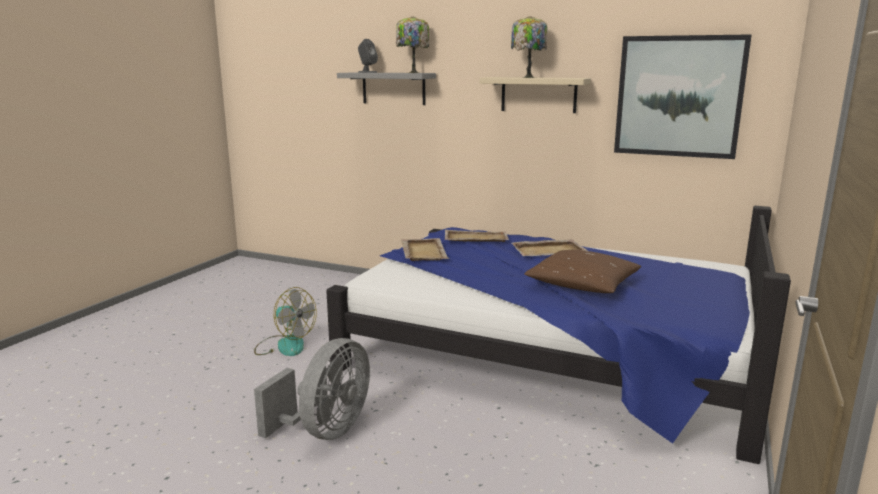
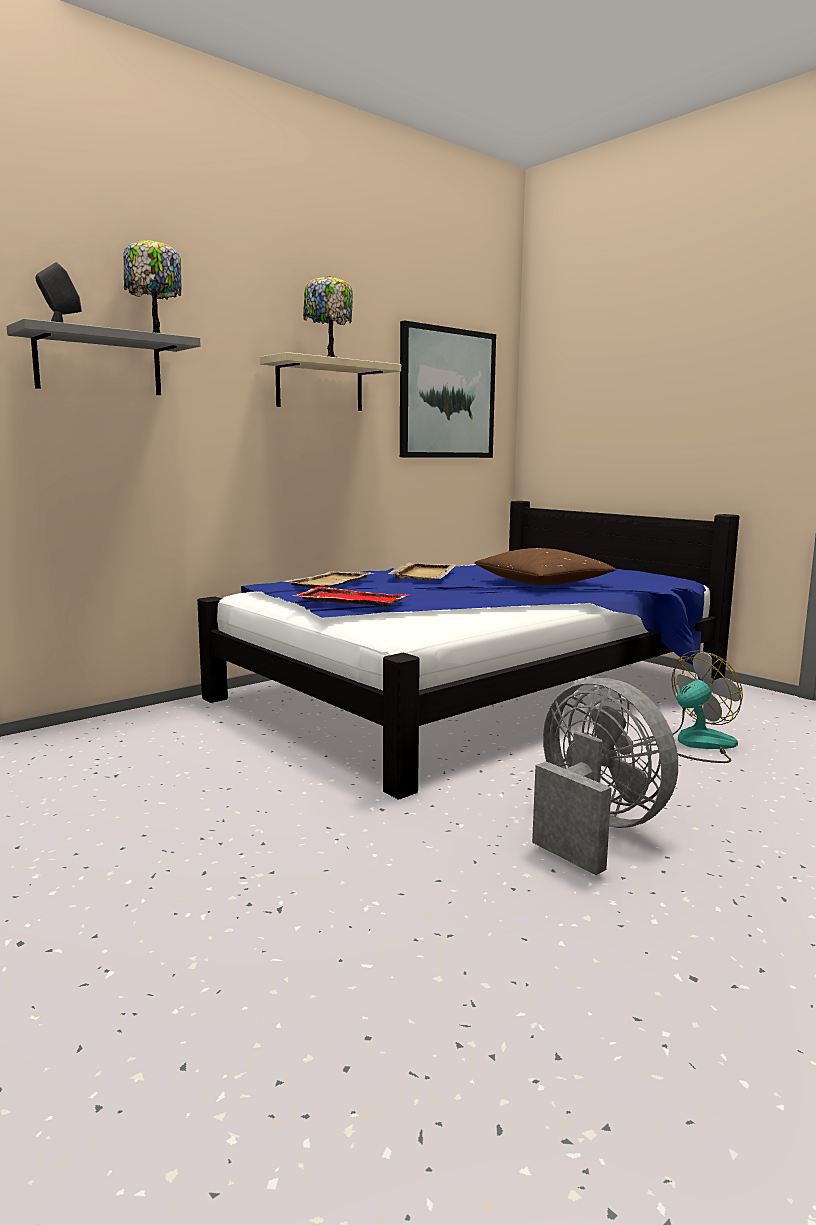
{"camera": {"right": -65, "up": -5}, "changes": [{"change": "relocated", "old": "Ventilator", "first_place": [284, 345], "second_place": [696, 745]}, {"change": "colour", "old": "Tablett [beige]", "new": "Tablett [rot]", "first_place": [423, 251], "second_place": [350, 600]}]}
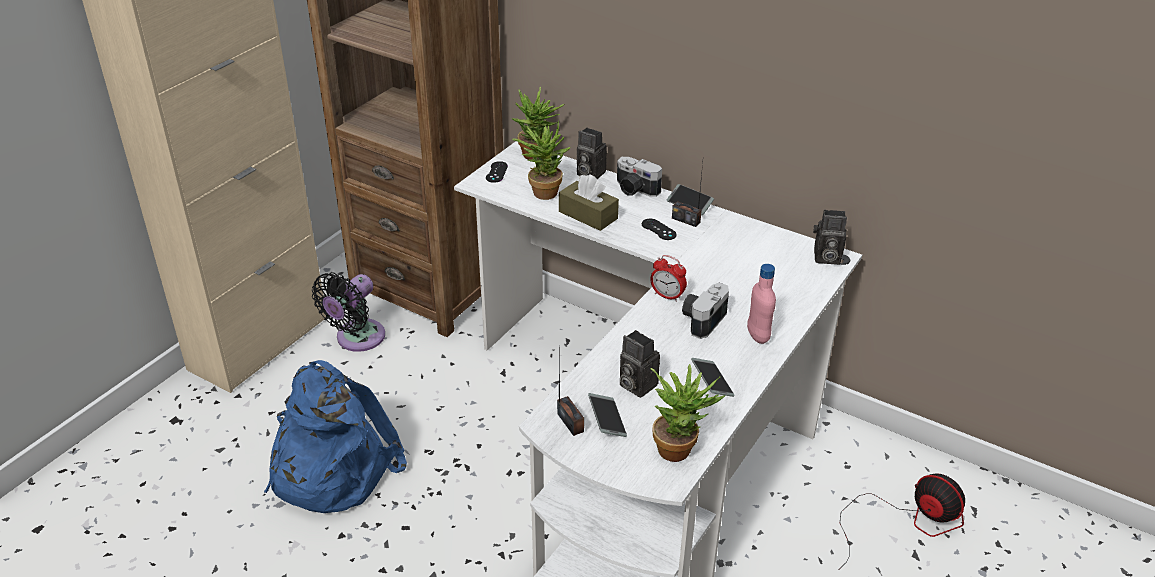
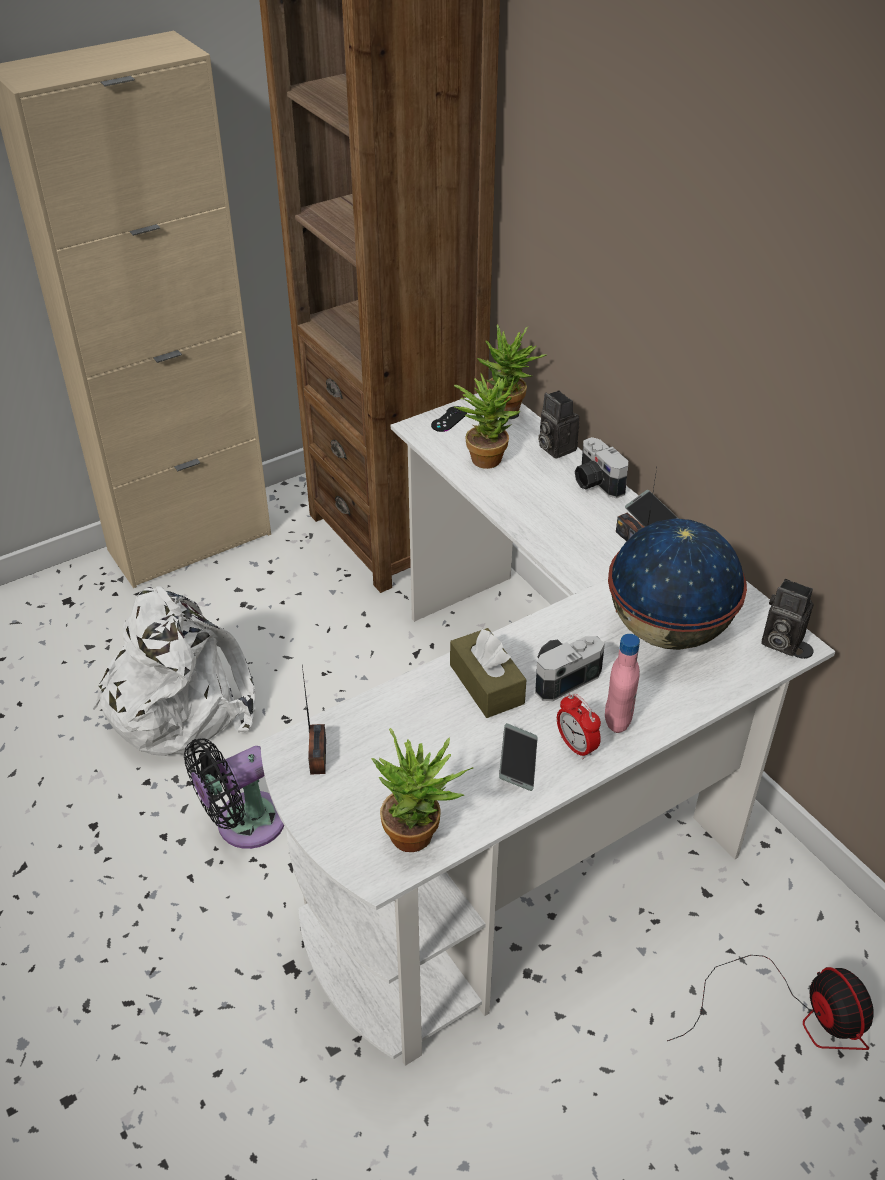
{"camera": {"right": 25, "up": 5}, "changes": [{"change": "missing", "old": "Handy", "first_place": [607, 419]}, {"change": "missing", "old": "Kamera", "first_place": [635, 385]}, {"change": "missing", "old": "Gamepad [schwarz]", "first_place": [658, 229]}, {"change": "appeared", "new": "Globus", "second_place": [668, 631]}, {"change": "relocated", "old": "Ventilator [schwarz]", "first_place": [357, 339], "second_place": [243, 824]}, {"change": "relocated", "old": "Taschentuchbox [braun]", "first_place": [588, 215], "second_place": [486, 684]}, {"change": "relocated", "old": "Wecker", "first_place": [667, 296], "second_place": [576, 746]}, {"change": "colour", "old": "Rucksack [blau]", "new": "Rucksack [weiß]", "first_place": [330, 467], "second_place": [180, 702]}]}
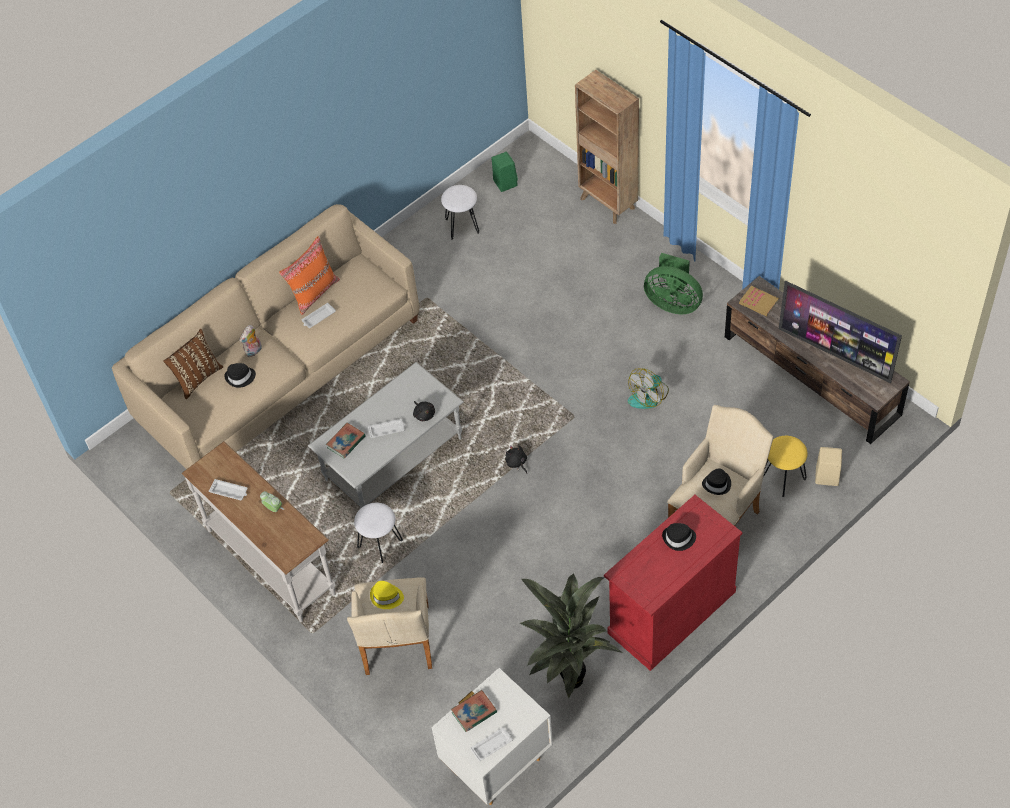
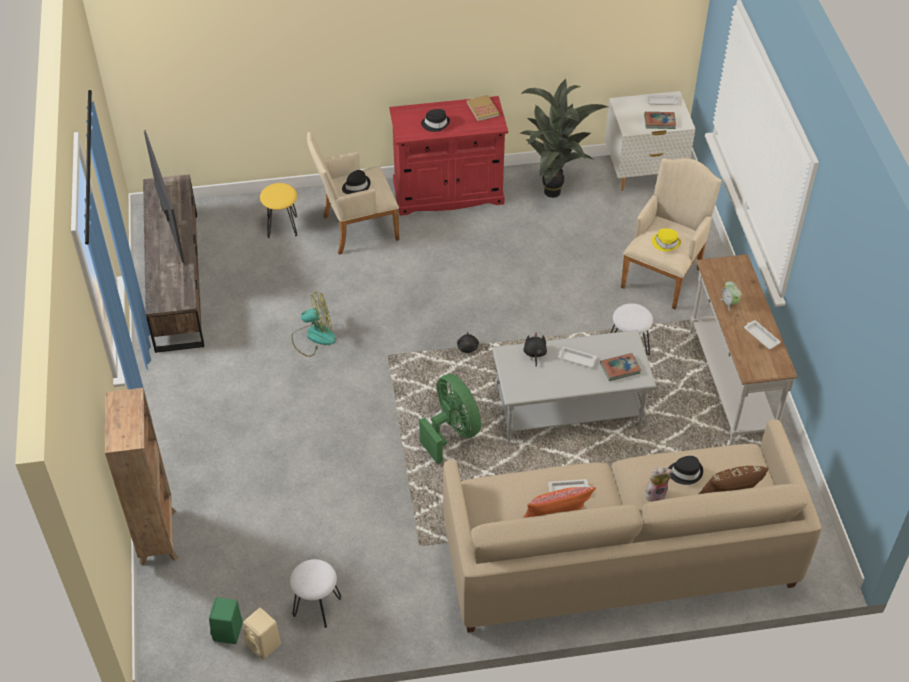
{"camera": {"right": -150, "up": -5}, "changes": [{"change": "relocated", "old": "Ventilator [grün]", "first_place": [673, 303], "second_place": [452, 432]}, {"change": "relocated", "old": "Buch", "first_place": [758, 302], "second_place": [483, 109]}, {"change": "relocated", "old": "Lautsprecher [beige]", "first_place": [826, 477], "second_place": [264, 645]}]}
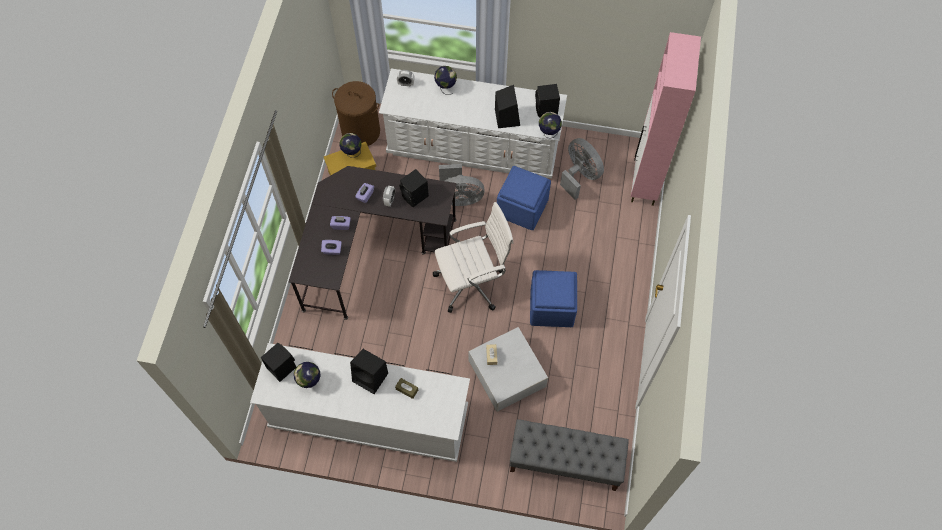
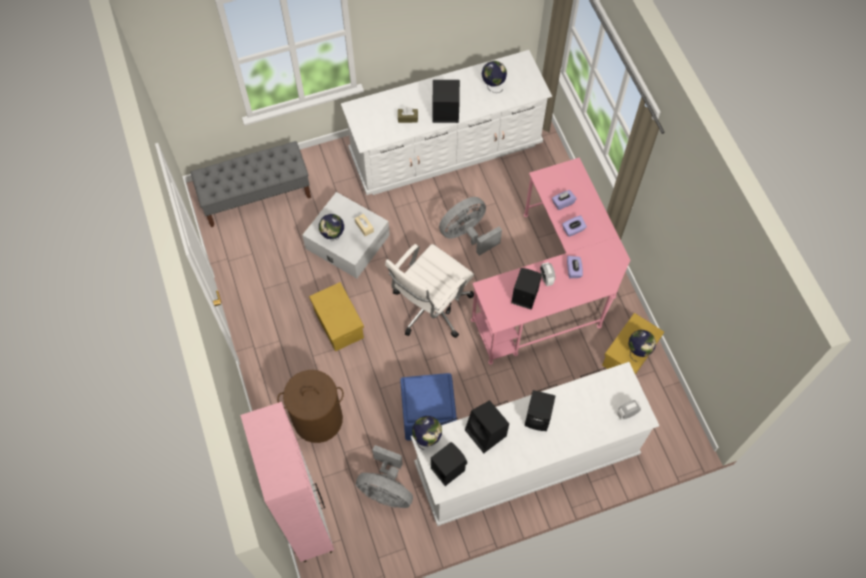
{"camera": {"right": 150, "up": 0}, "changes": [{"change": "relocated", "old": "Lautsprecher [schwarz]", "first_place": [281, 367], "second_place": [539, 417]}, {"change": "relocated", "old": "Wäschekorb [braun]", "first_place": [361, 131], "second_place": [317, 419]}, {"change": "relocated", "old": "Globus", "first_place": [446, 87], "second_place": [333, 236]}, {"change": "relocated", "old": "Ventilator [grau]", "first_place": [459, 197], "second_place": [467, 234]}, {"change": "exchanged", "old": "Polsterhocker [blau]", "new": "Aufbewahrungsbox [gelb]", "first_place": [552, 307], "second_place": [338, 323]}, {"change": "colour", "old": "Schreibtisch [schwarz]", "new": "Schreibtisch [rosa]", "first_place": [369, 249], "second_place": [552, 288]}]}
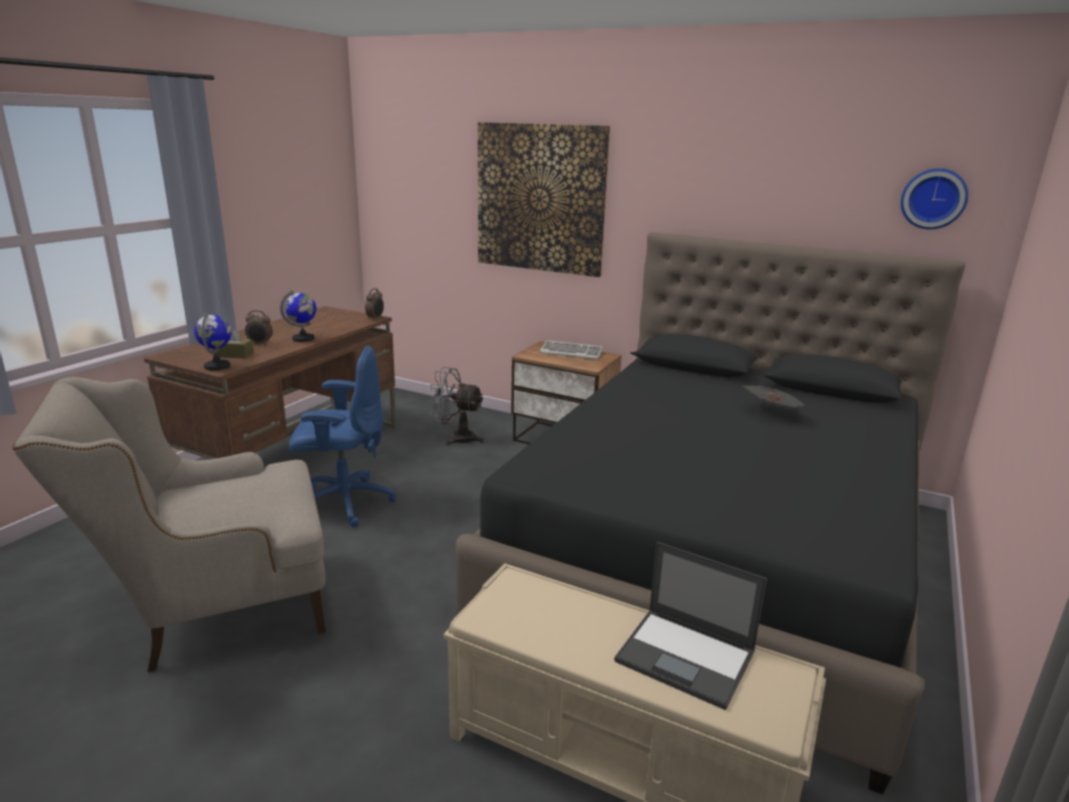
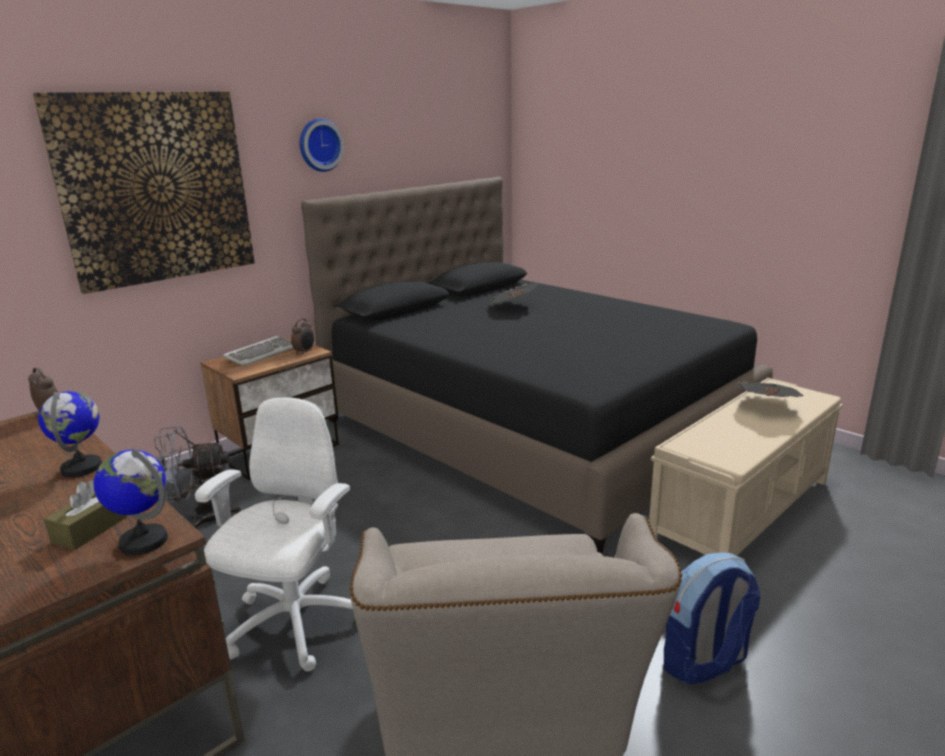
{"camera": {"right": -70, "up": 0}, "changes": [{"change": "appeared", "new": "Rucksack", "second_place": [704, 663]}, {"change": "relocated", "old": "Wecker", "first_place": [260, 344], "second_place": [305, 352]}, {"change": "relocated", "old": "Wanduhr", "first_place": [933, 198], "second_place": [319, 145]}, {"change": "exchanged", "old": "Laptop", "new": "Zeitung", "first_place": [687, 657], "second_place": [767, 406]}, {"change": "colour", "old": "Bürostuhl [blau]", "new": "Bürostuhl [weiß]", "first_place": [344, 502], "second_place": [294, 624]}, {"change": "spun", "old": "Ventilator [grau]", "first_place": [456, 438], "second_place": [201, 517], "degrees": 45}]}
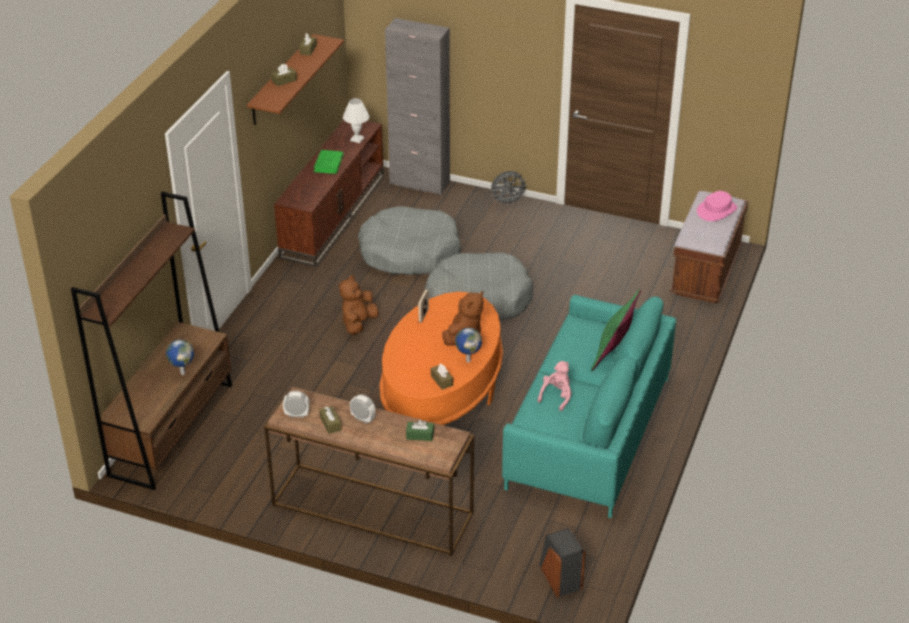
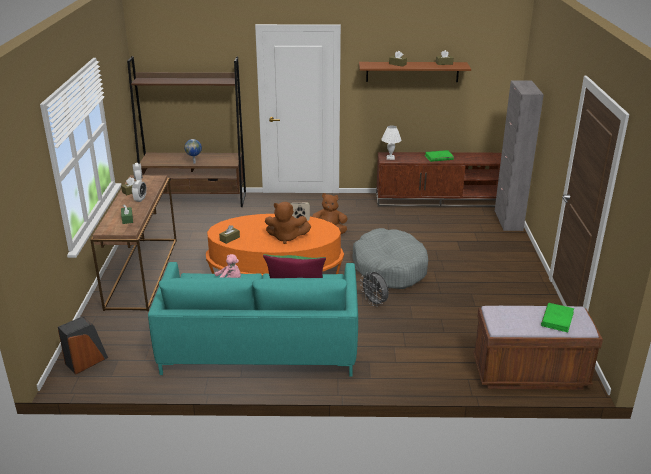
{"camera": {"right": 70, "up": -10}, "changes": [{"change": "missing", "old": "Hundebett [grau]", "first_place": [410, 253]}, {"change": "missing", "old": "Globus", "first_place": [468, 360]}, {"change": "relocated", "old": "Tischlampe [weiß]", "first_place": [357, 139], "second_place": [390, 158]}, {"change": "relocated", "old": "Ventilator [grau]", "first_place": [507, 202], "second_place": [375, 303]}, {"change": "exchanged", "old": "Hut [rosa]", "new": "Buch [grün]", "first_place": [717, 210], "second_place": [557, 319]}]}
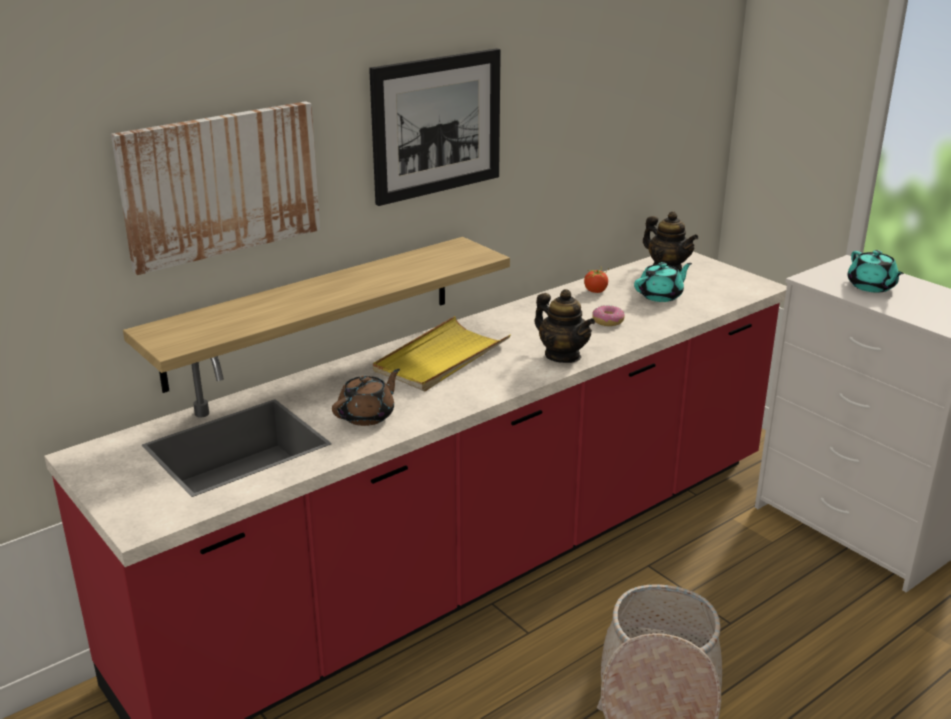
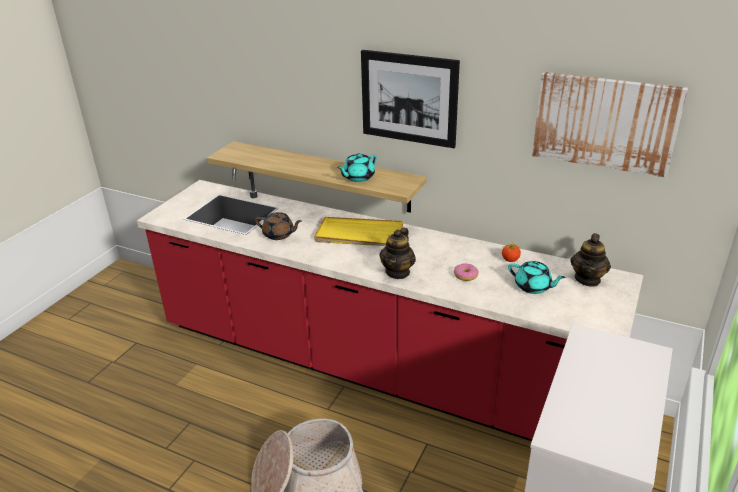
{"camera": {"right": 65, "up": 5}, "changes": [{"change": "relocated", "old": "Bild", "first_place": [221, 184], "second_place": [605, 123]}, {"change": "relocated", "old": "Teekanne [türkis]", "first_place": [871, 287], "second_place": [358, 177]}]}
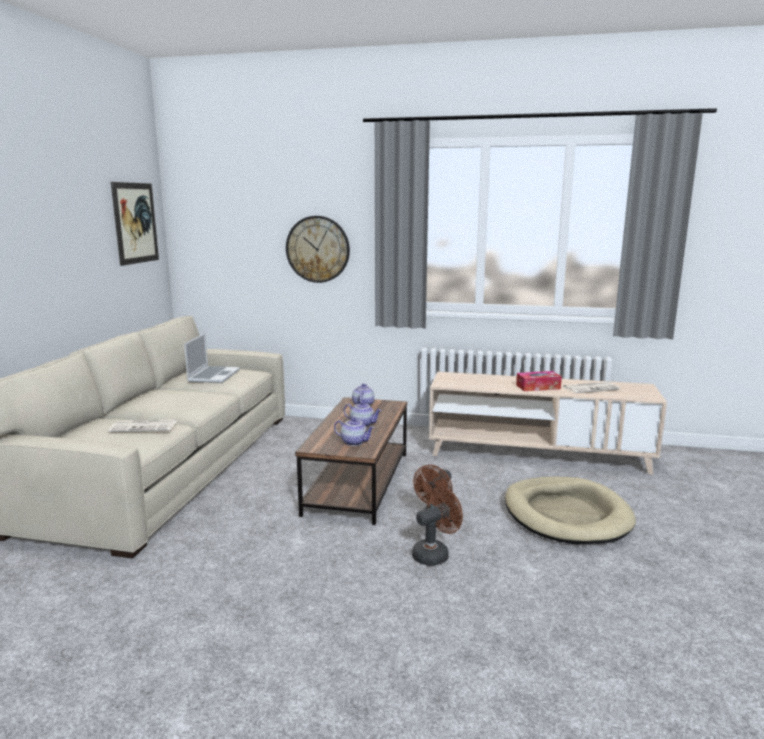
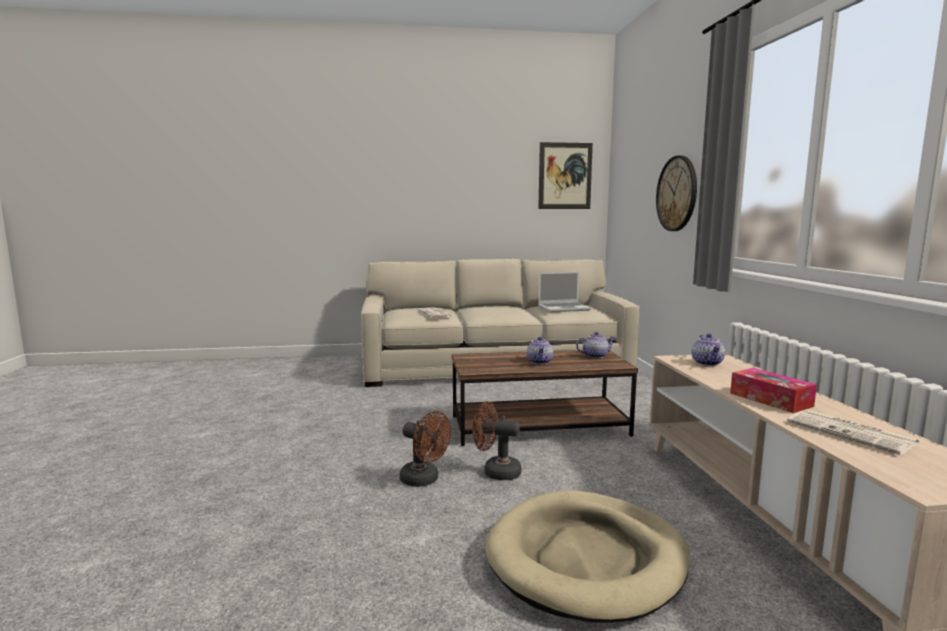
{"camera": {"right": 70, "up": -5}, "changes": [{"change": "relocated", "old": "Teekanne", "first_place": [354, 442], "second_place": [708, 363]}]}
